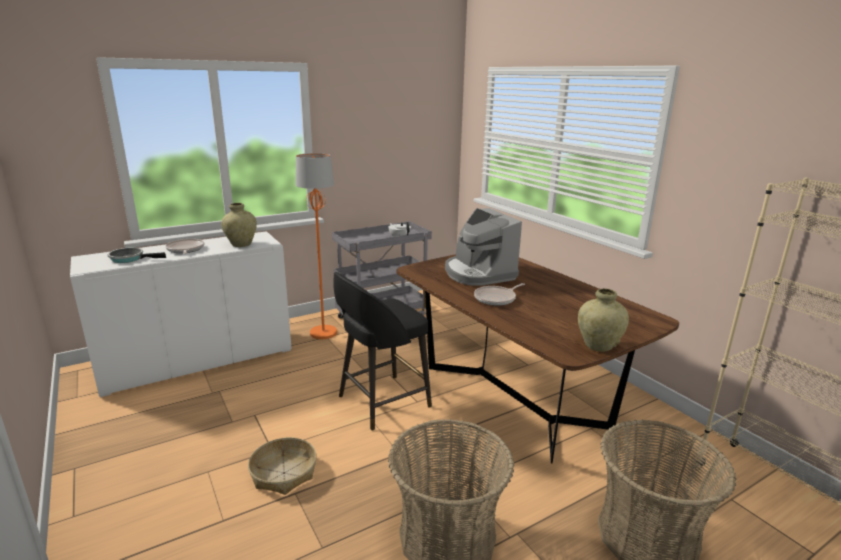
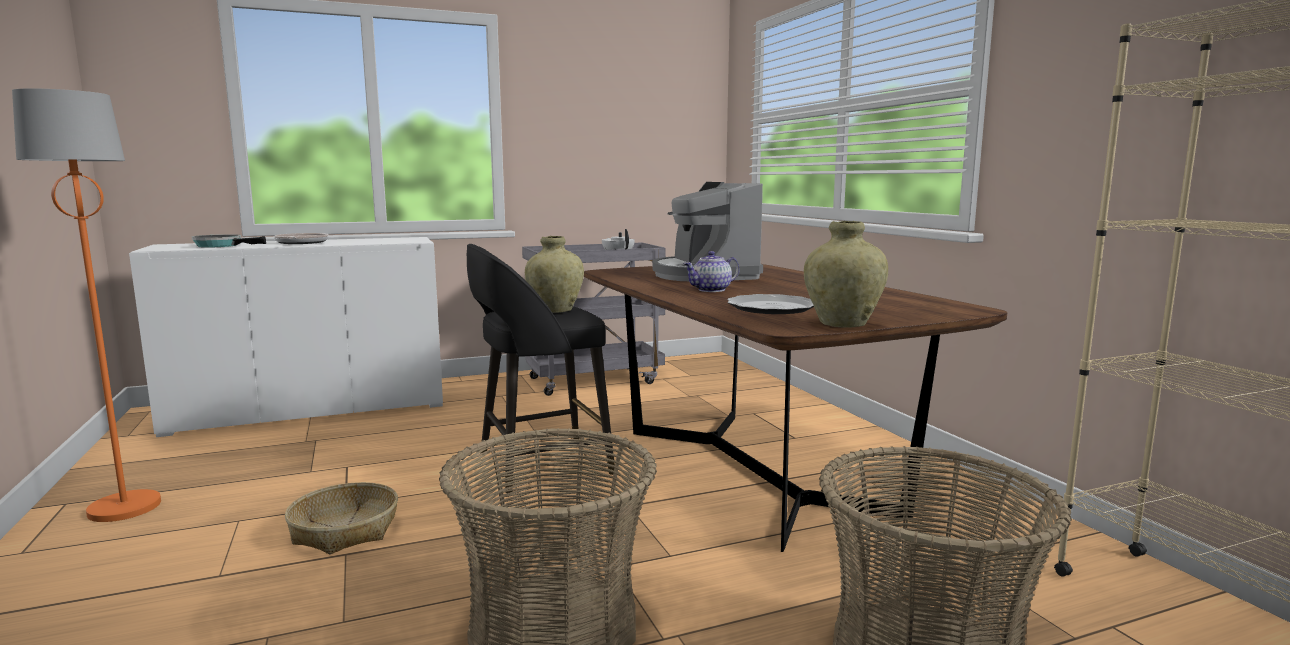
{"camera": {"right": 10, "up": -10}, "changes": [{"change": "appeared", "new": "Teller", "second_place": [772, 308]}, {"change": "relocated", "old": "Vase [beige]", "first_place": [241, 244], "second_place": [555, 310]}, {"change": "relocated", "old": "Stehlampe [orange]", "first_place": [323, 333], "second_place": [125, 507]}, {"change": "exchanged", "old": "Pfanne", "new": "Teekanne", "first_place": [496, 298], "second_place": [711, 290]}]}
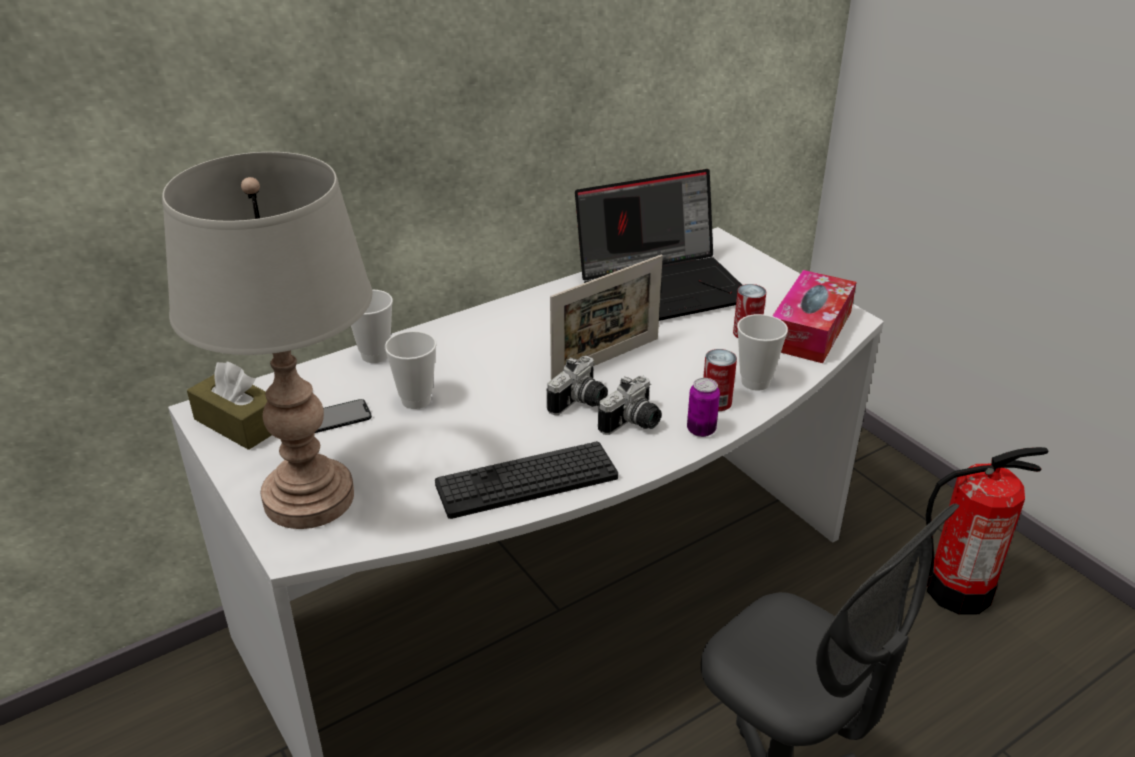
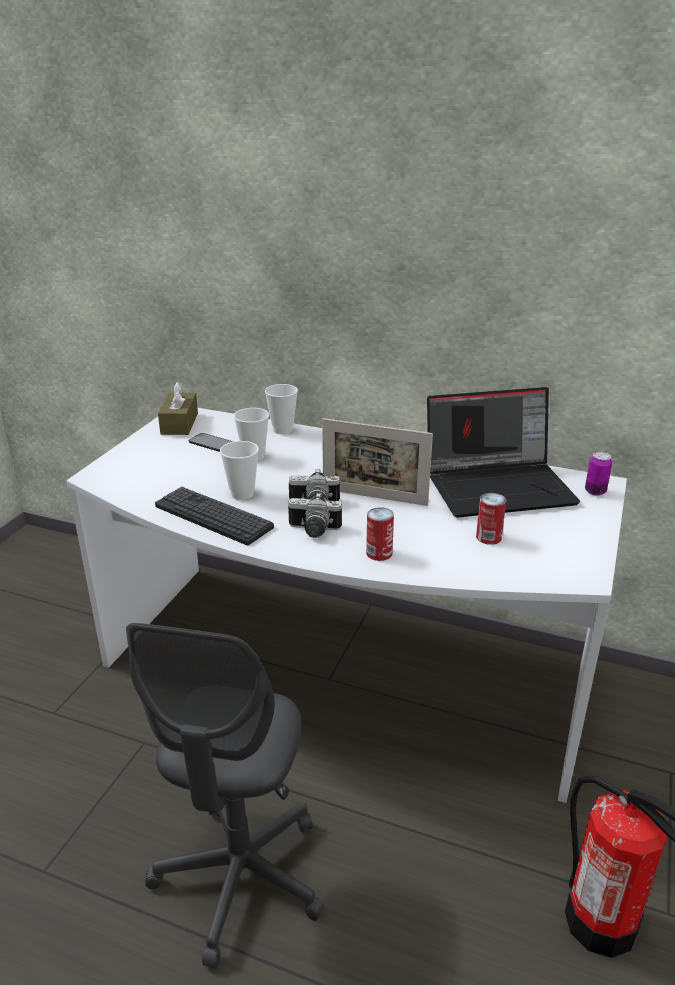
{"camera": {"right": 55, "up": -5}, "changes": [{"change": "missing", "old": "Tischlampe [grau]", "first_place": [309, 498]}, {"change": "missing", "old": "Taschentuchbox", "first_place": [810, 330]}, {"change": "relocated", "old": "Dose", "first_place": [701, 430], "second_place": [595, 491]}, {"change": "relocated", "old": "Tasse", "first_place": [755, 382], "second_place": [242, 494]}, {"change": "spun", "old": "Laptop", "first_place": [664, 287], "second_place": [499, 486], "degrees": -45}]}
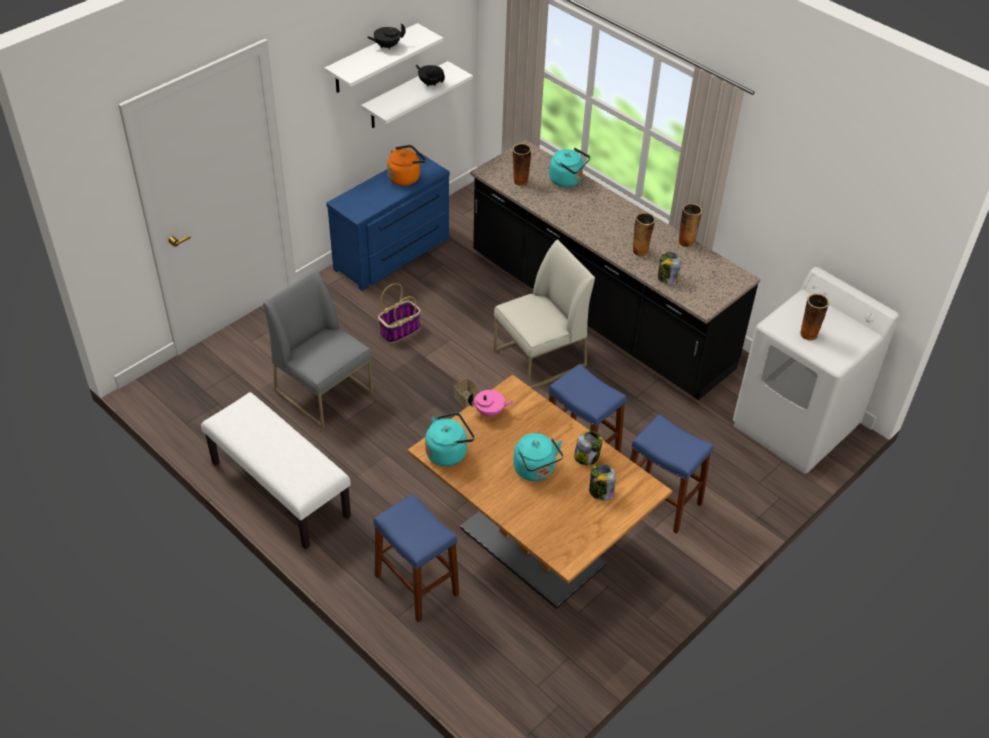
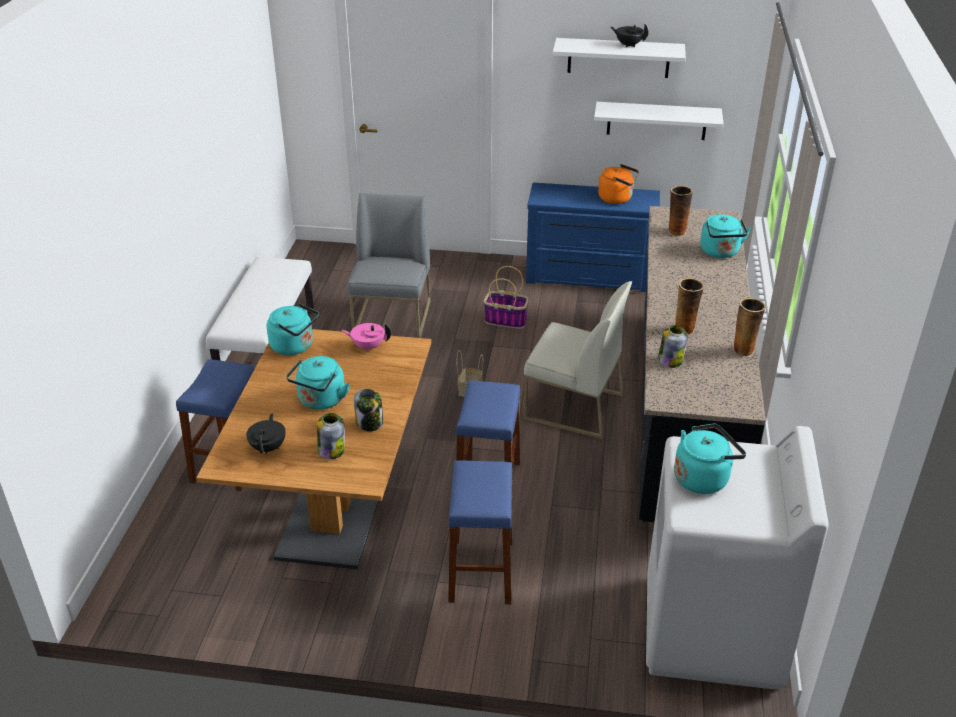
{"camera": {"right": 55, "up": -10}, "changes": [{"change": "relocated", "old": "Teekanne [schwarz]", "first_place": [430, 83], "second_place": [268, 447]}, {"change": "exchanged", "old": "Vase", "new": "Wasserkessel [türkis]", "first_place": [808, 335], "second_place": [703, 478]}, {"change": "spun", "old": "Teekanne [rosa]", "first_place": [489, 412], "second_place": [368, 346], "degrees": 135}]}
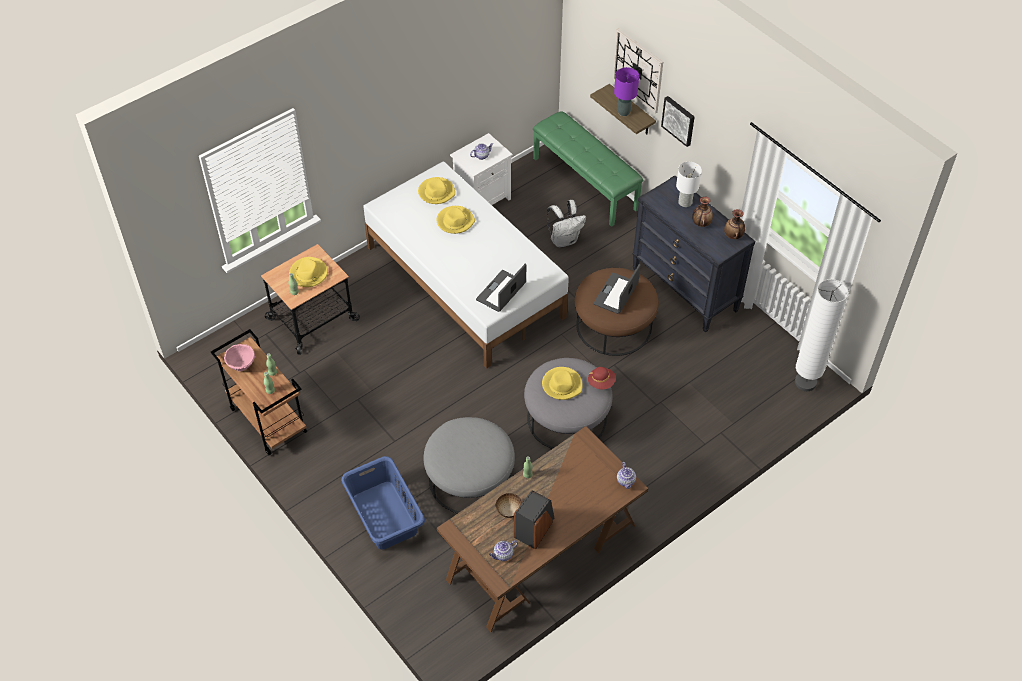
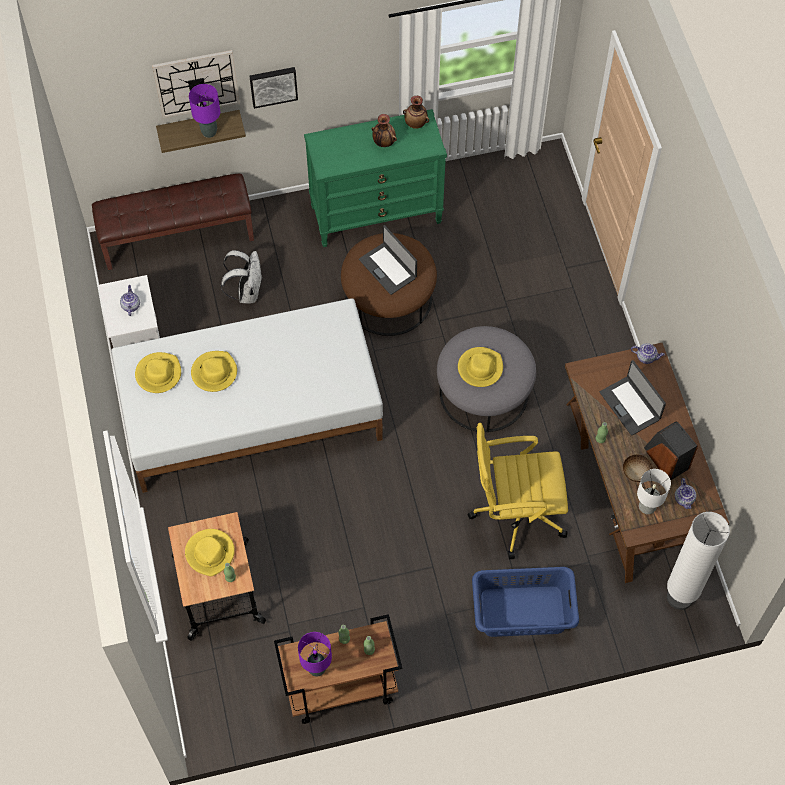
{"camera": {"right": -65, "up": 10}, "changes": [{"change": "missing", "old": "Hut [rot]", "first_place": [601, 382]}, {"change": "relocated", "old": "Laptop", "first_place": [501, 292], "second_place": [630, 405]}, {"change": "relocated", "old": "Tischlampe [weiß]", "first_place": [685, 202], "second_place": [646, 506]}, {"change": "relocated", "old": "Stehlampe [weiß]", "first_place": [805, 382], "second_place": [680, 597]}, {"change": "exchanged", "old": "Schüssel [rosa]", "new": "Tischlampe [lila]", "first_place": [242, 365], "second_place": [317, 668]}, {"change": "exchanged", "old": "Polsterhocker [grau]", "new": "Bürostuhl [gelb]", "first_place": [470, 479], "second_place": [515, 512]}, {"change": "colour", "old": "Bank [grün]", "new": "Bank [braun]", "first_place": [585, 183], "second_place": [177, 236]}, {"change": "colour", "old": "Kommode [schwarz]", "new": "Kommode [grün]", "first_place": [685, 289], "second_place": [376, 214]}]}
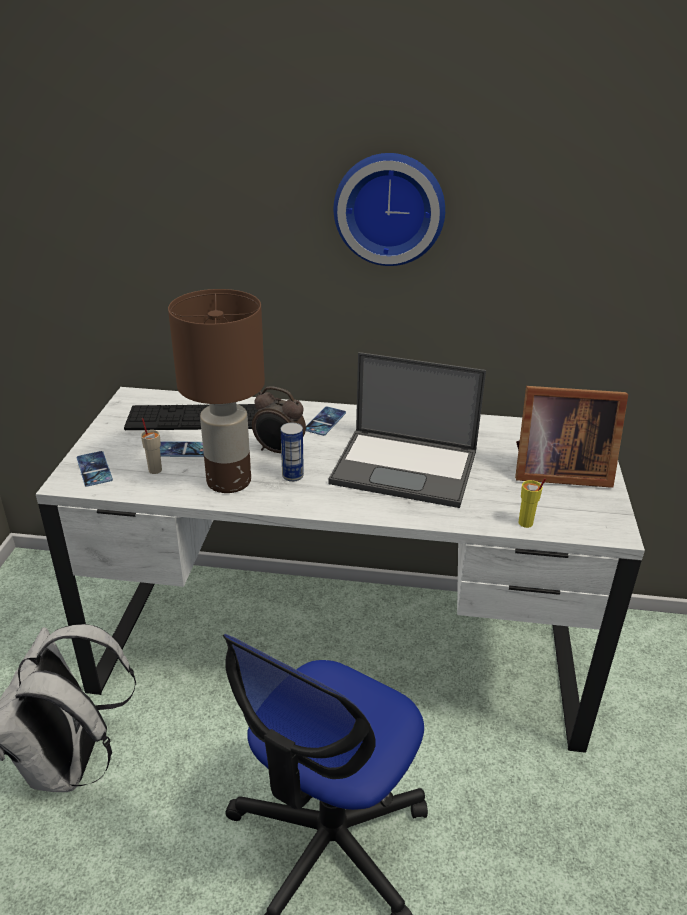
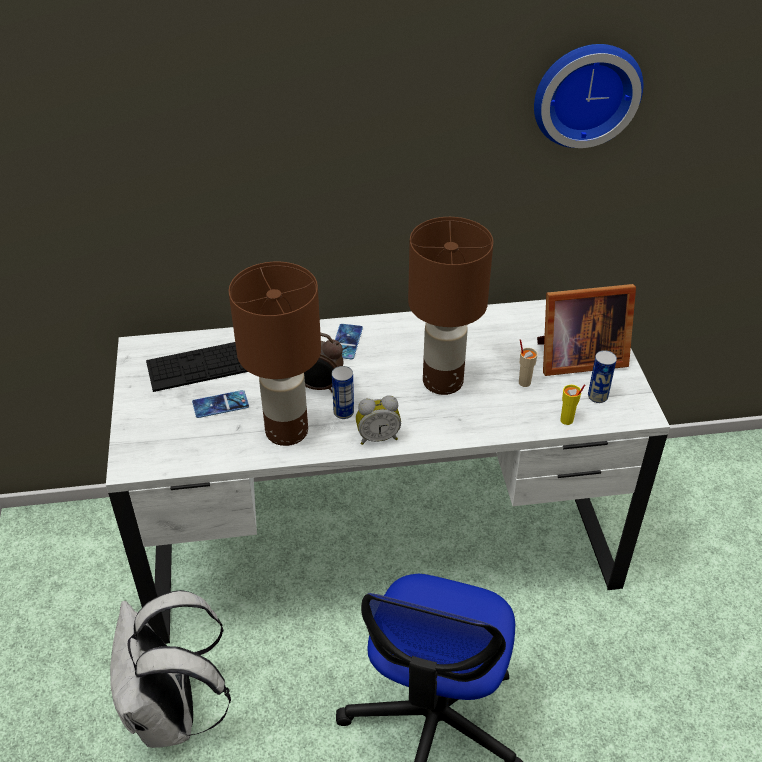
{"camera": {"right": -15, "up": 10}, "changes": [{"change": "missing", "old": "Handy", "first_place": [94, 469]}, {"change": "appeared", "new": "Wecker", "second_place": [377, 437]}, {"change": "appeared", "new": "Dose", "second_place": [597, 396]}, {"change": "relocated", "old": "Tasse [beige]", "first_place": [155, 470], "second_place": [524, 382]}, {"change": "relocated", "old": "Wanduhr", "first_place": [389, 208], "second_place": [585, 92]}, {"change": "exchanged", "old": "Laptop", "new": "Tischlampe [braun]", "first_place": [406, 467], "second_place": [443, 381]}]}
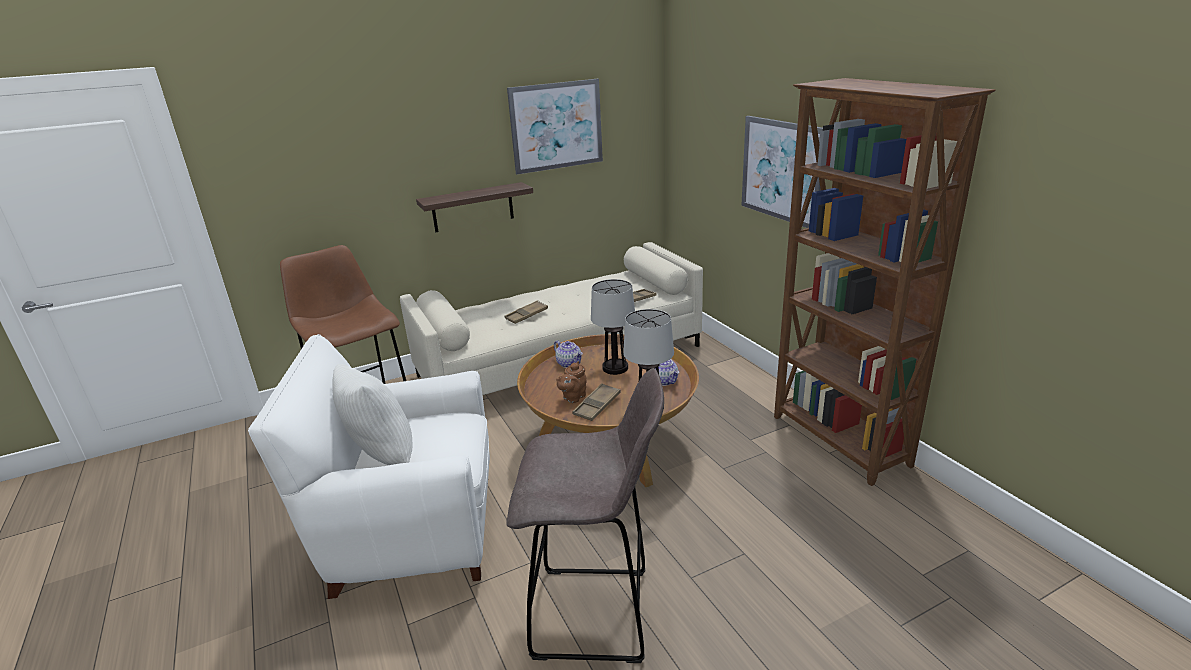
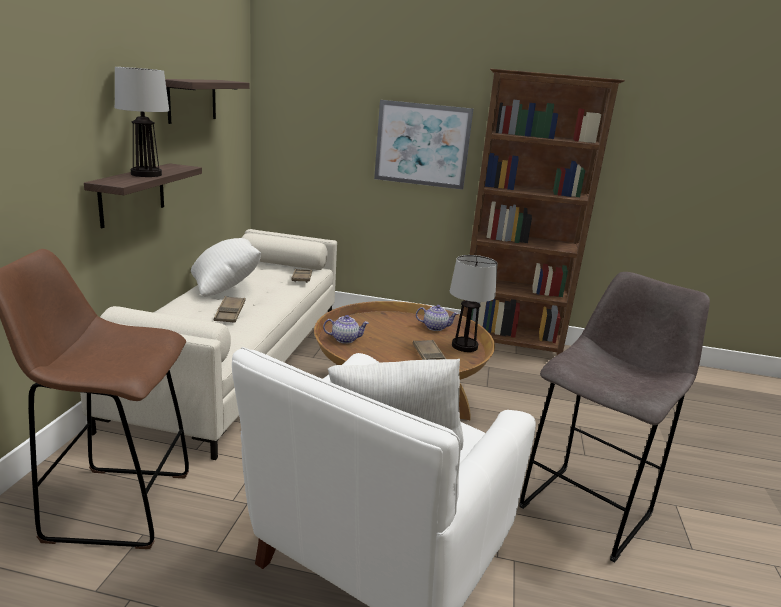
{"camera": {"right": -55, "up": -5}, "changes": [{"change": "missing", "old": "Teekanne [braun]", "first_place": [573, 397]}, {"change": "appeared", "new": "Kissen [weiß]", "second_place": [226, 288]}, {"change": "relocated", "old": "Tischlampe", "first_place": [615, 368], "second_place": [147, 174]}, {"change": "exchanged", "old": "Bild", "new": "Wandregal", "first_place": [556, 126], "second_place": [192, 100]}]}
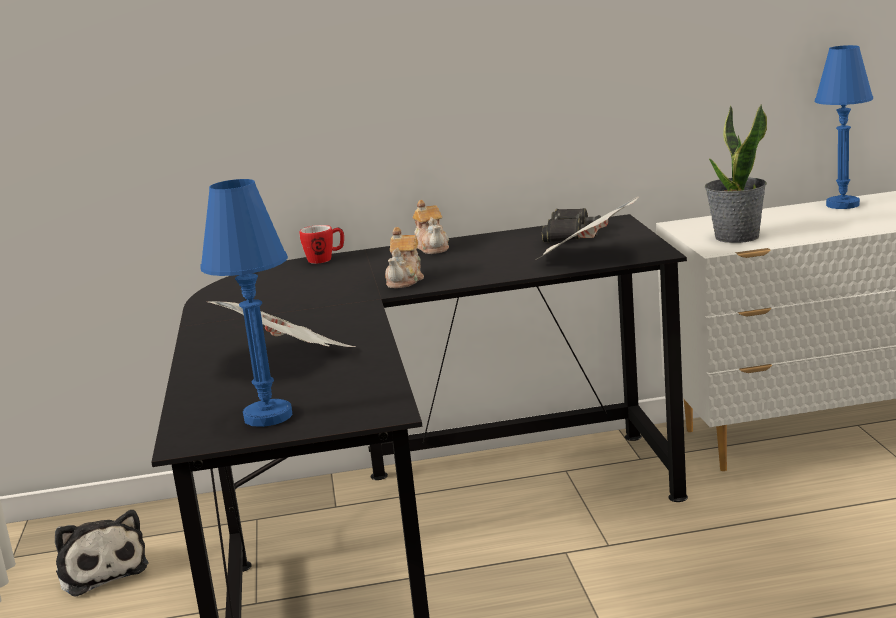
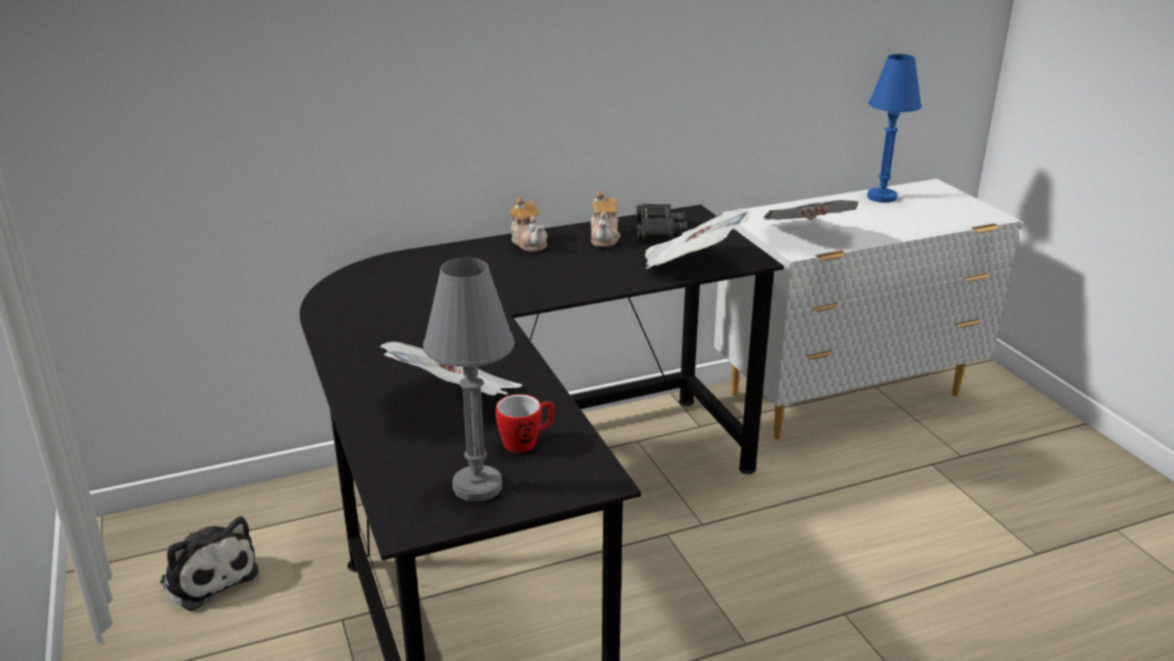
{"camera": {"right": -15, "up": 10}, "changes": [{"change": "relocated", "old": "Henkelbecher", "first_place": [325, 259], "second_place": [527, 442]}, {"change": "relocated", "old": "Teekanne", "first_place": [405, 280], "second_place": [605, 238]}, {"change": "exchanged", "old": "Topfpflanze", "new": "Zeitung", "first_place": [736, 237], "second_place": [807, 235]}, {"change": "colour", "old": "Tischlampe [blau]", "new": "Tischlampe [grau]", "first_place": [268, 416], "second_place": [477, 486]}]}
